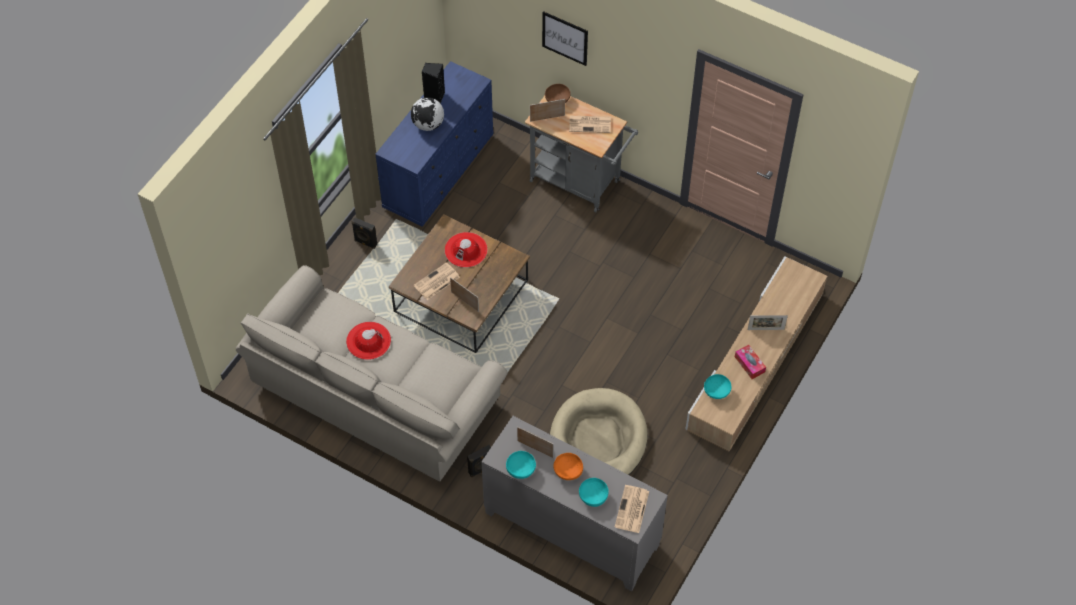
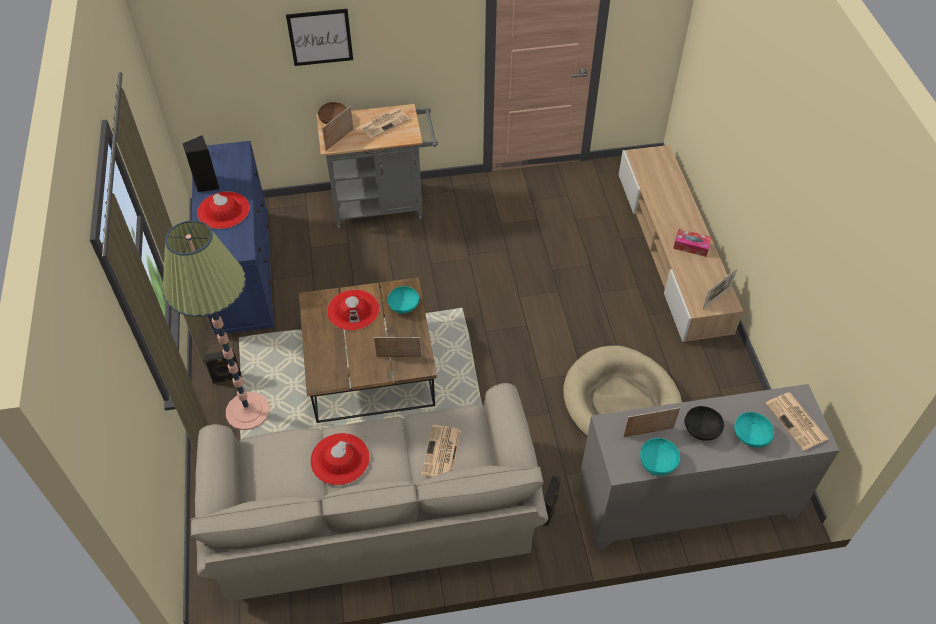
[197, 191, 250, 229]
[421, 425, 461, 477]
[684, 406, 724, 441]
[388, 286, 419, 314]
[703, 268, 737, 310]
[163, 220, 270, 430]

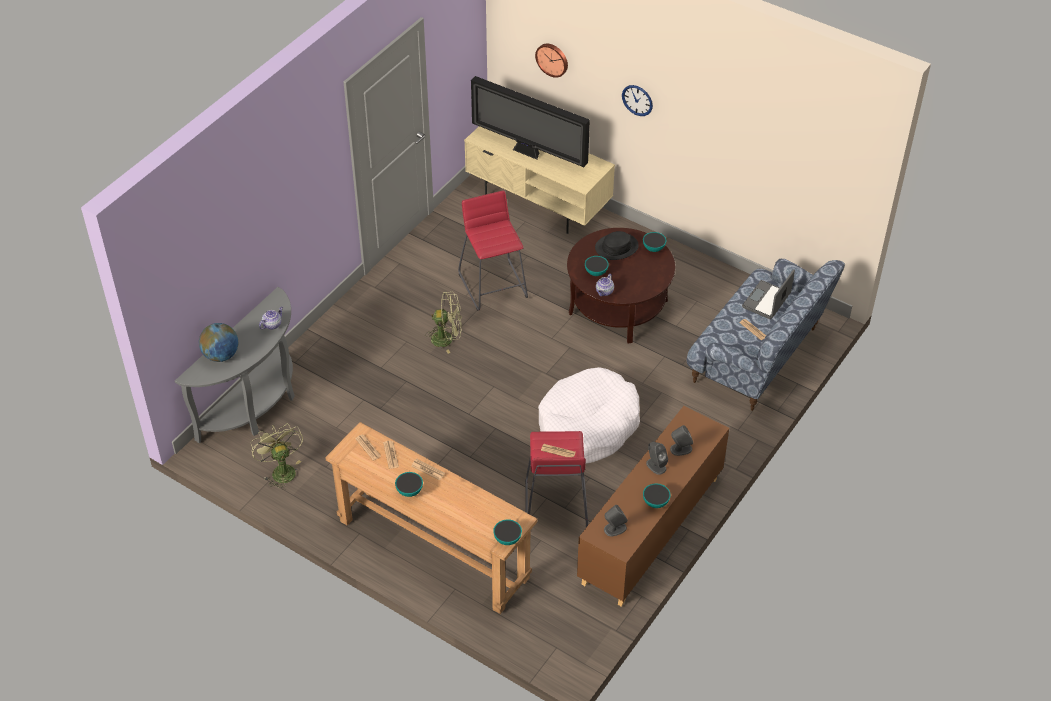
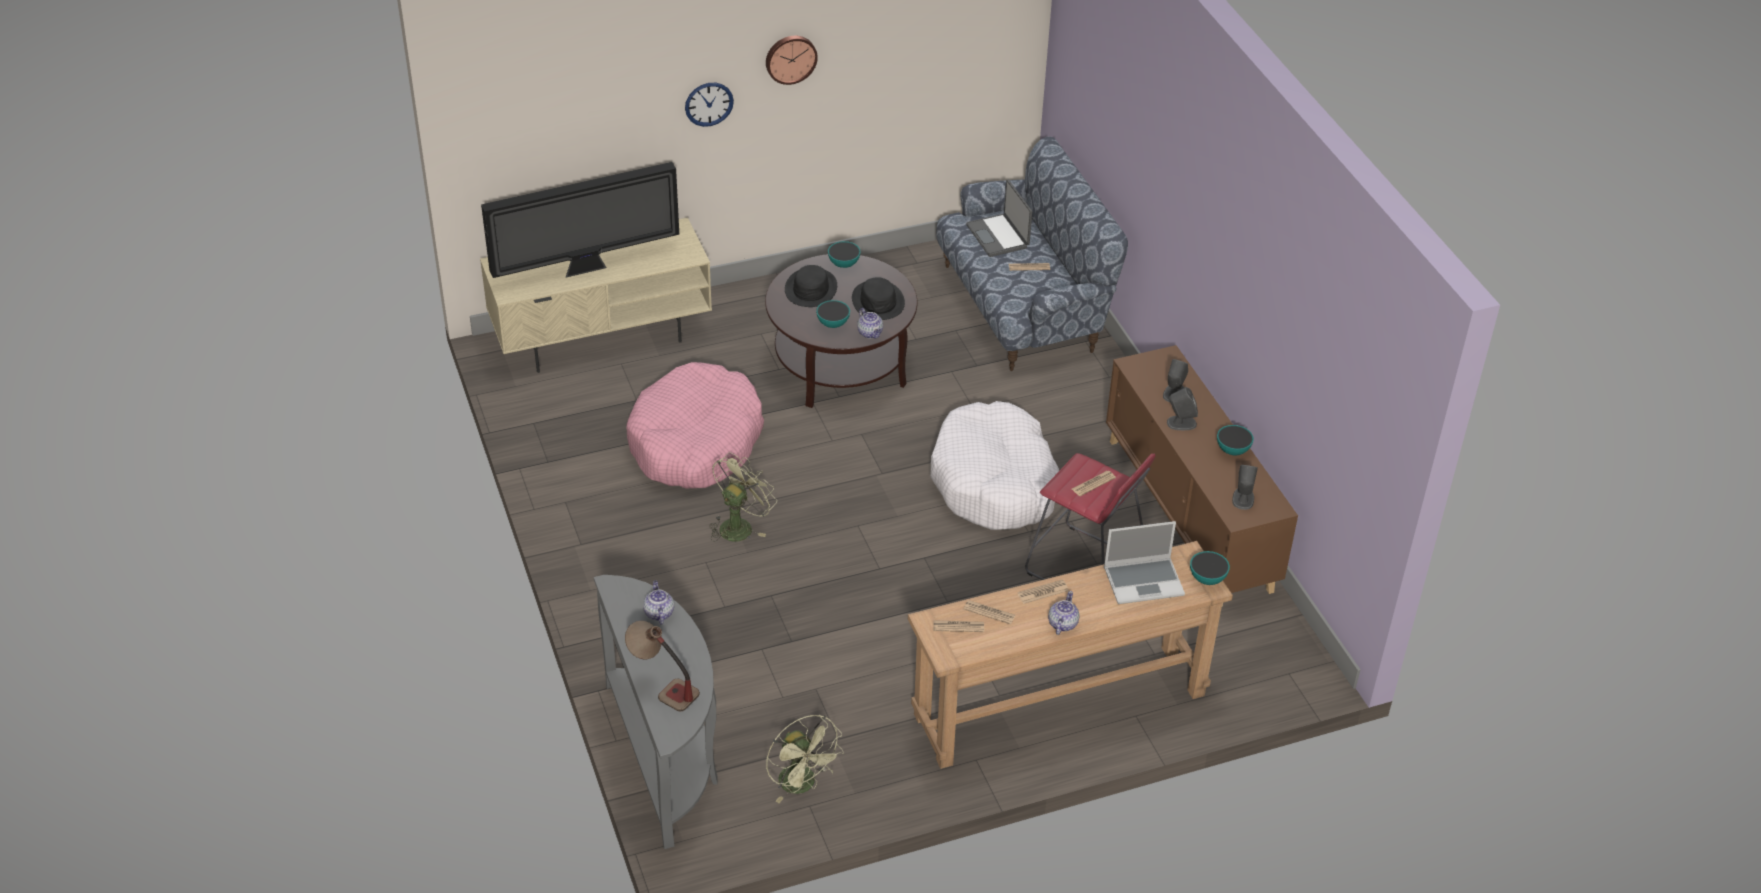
[625, 621, 700, 711]
[766, 715, 844, 803]
[1048, 591, 1080, 635]
[626, 362, 764, 489]
[766, 36, 818, 85]
[852, 277, 905, 320]
[1104, 521, 1185, 604]

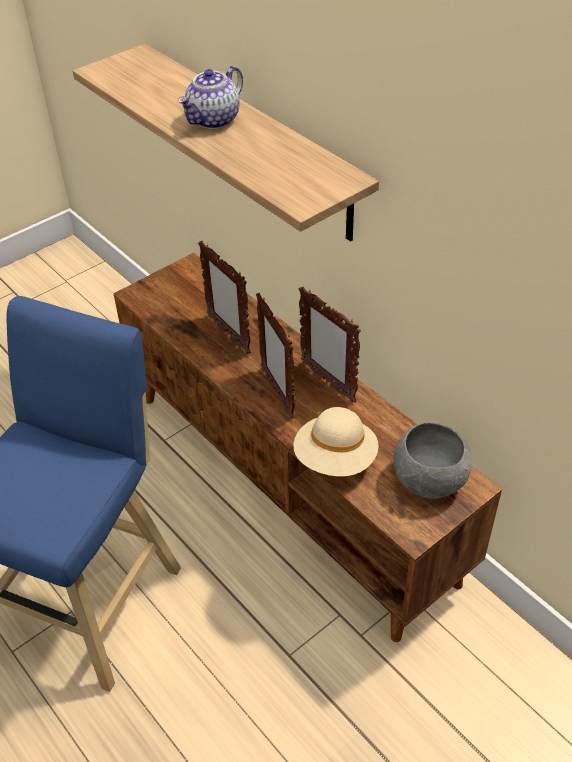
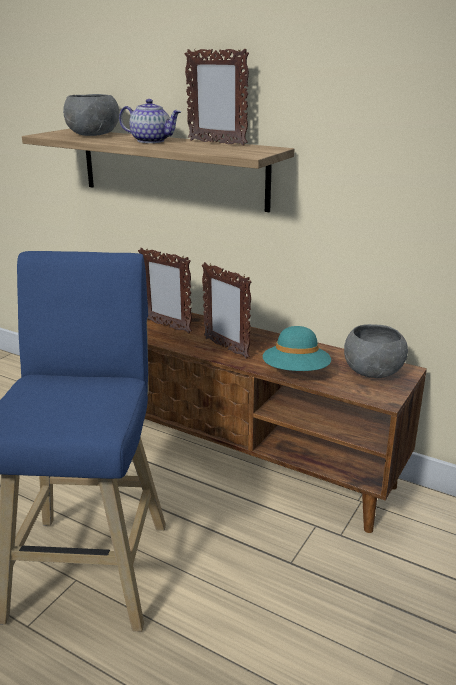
[119, 99, 181, 143]
[263, 326, 331, 371]
[185, 49, 249, 146]
[63, 94, 119, 136]

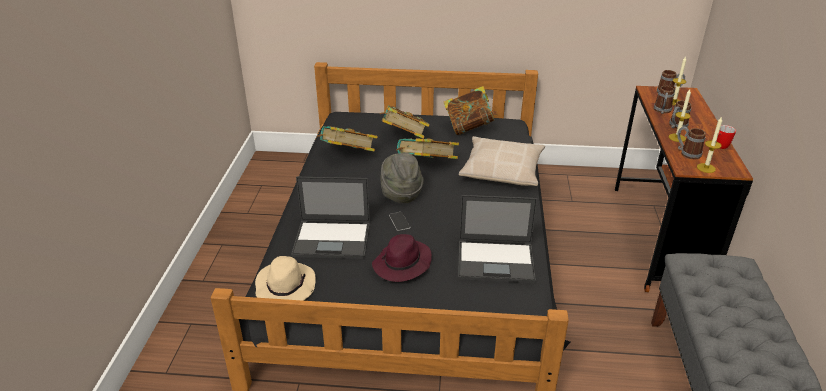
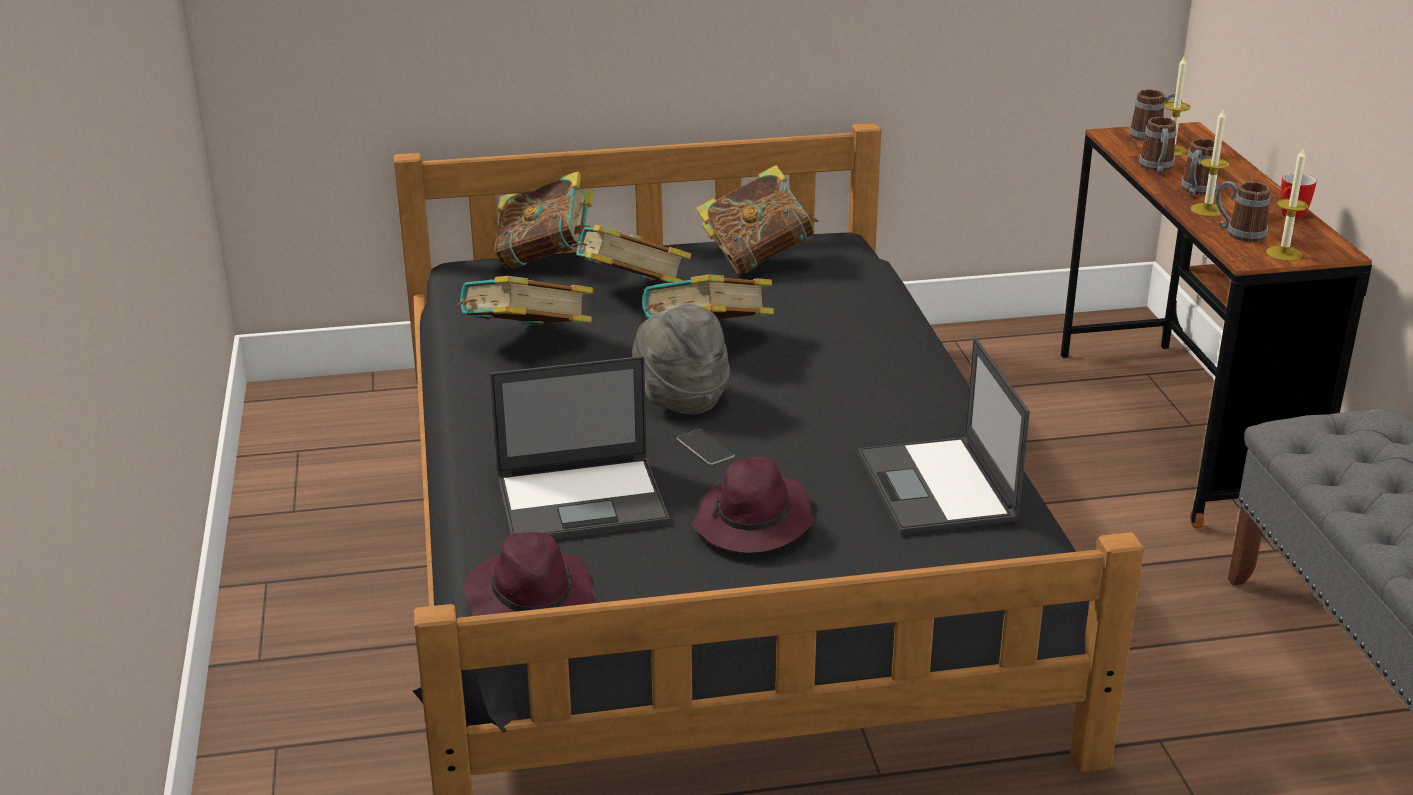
[464, 532, 597, 616]
[858, 338, 1030, 535]
[459, 136, 545, 186] (first image)
[494, 171, 594, 268]

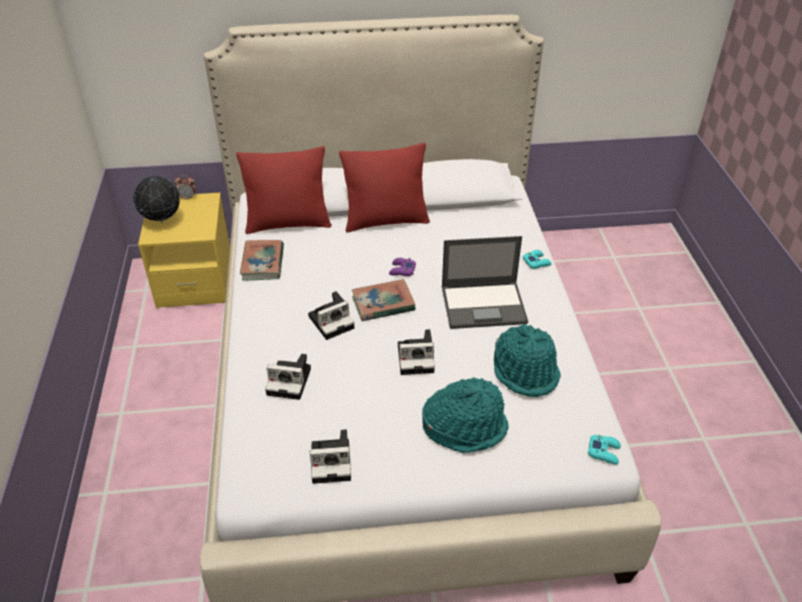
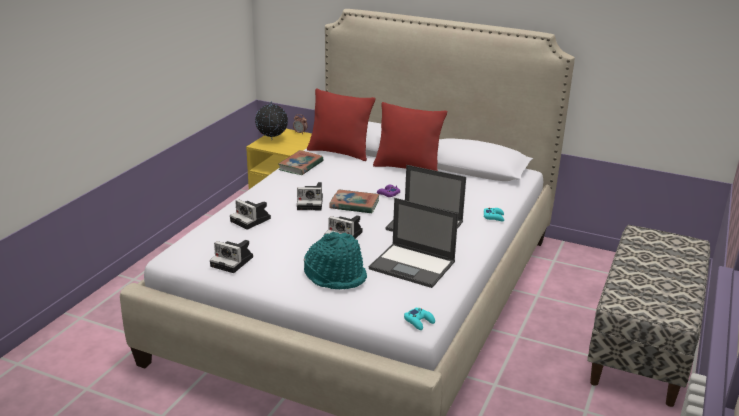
[369, 198, 458, 288]
[587, 225, 710, 407]

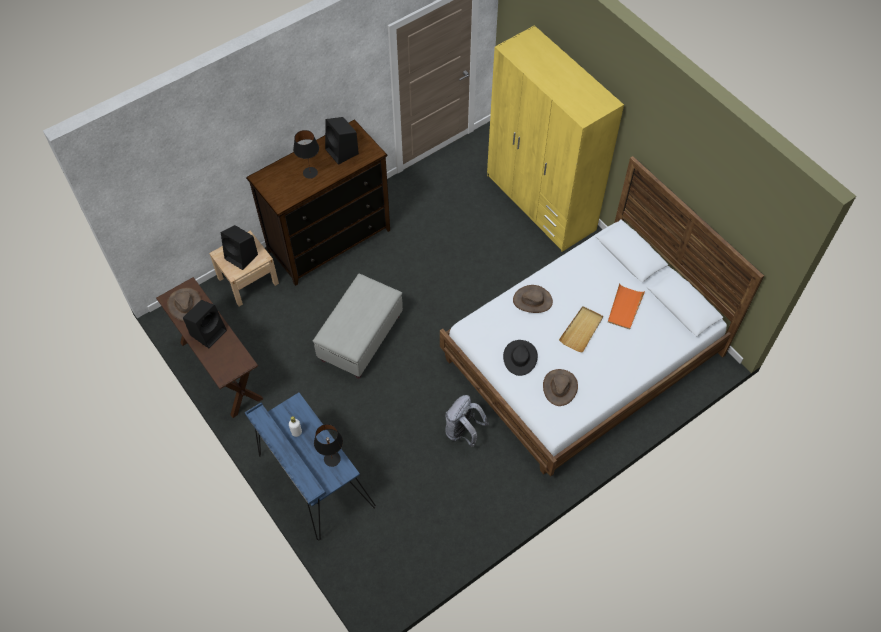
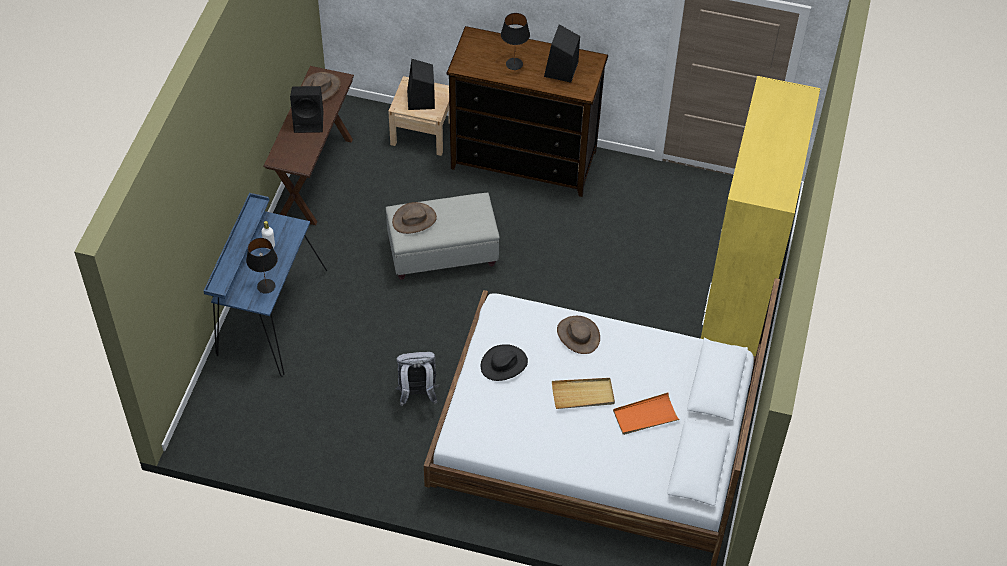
[392, 202, 437, 234]

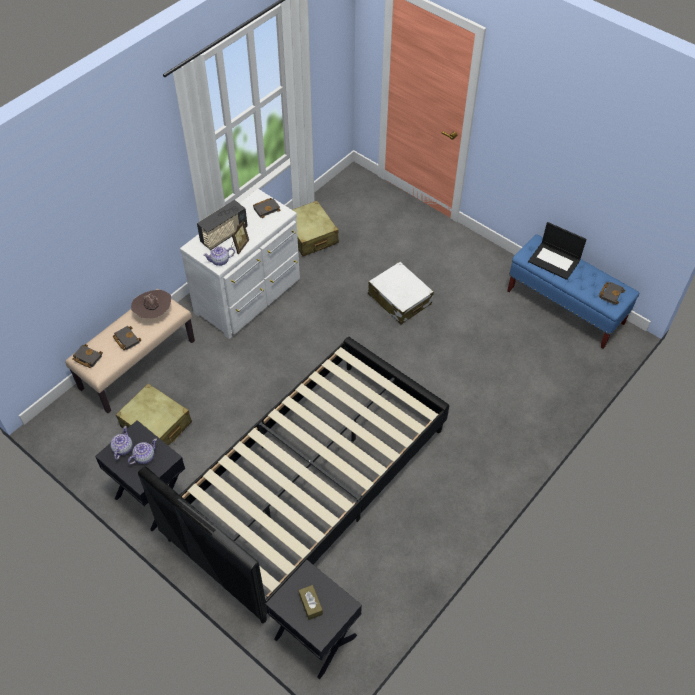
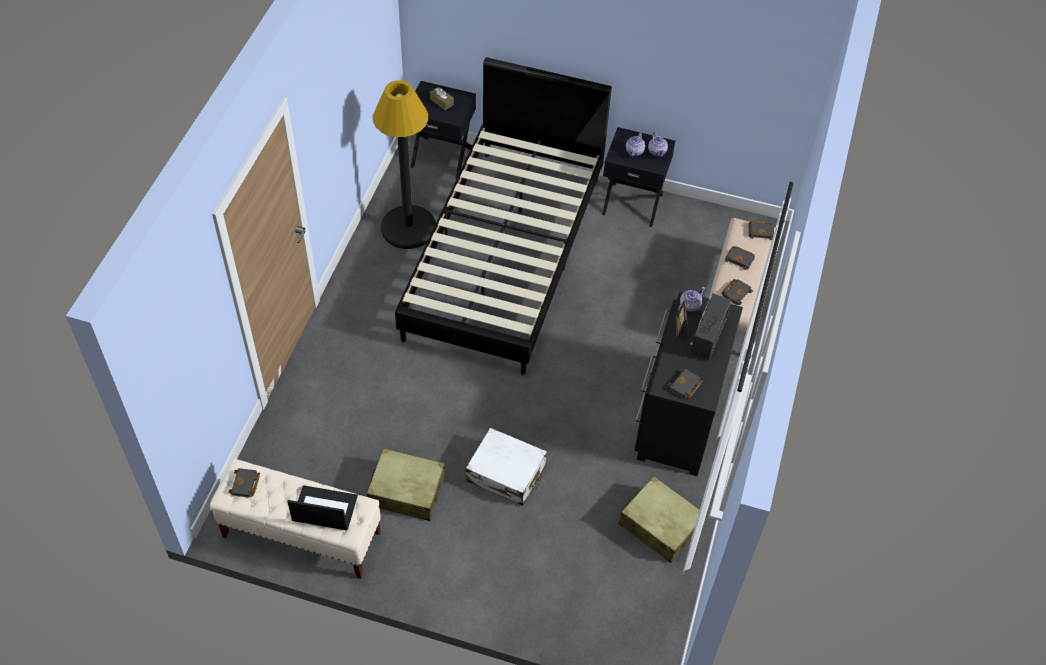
[367, 448, 445, 521]
[721, 279, 753, 305]
[635, 291, 743, 476]
[210, 459, 381, 579]
[373, 80, 436, 249]

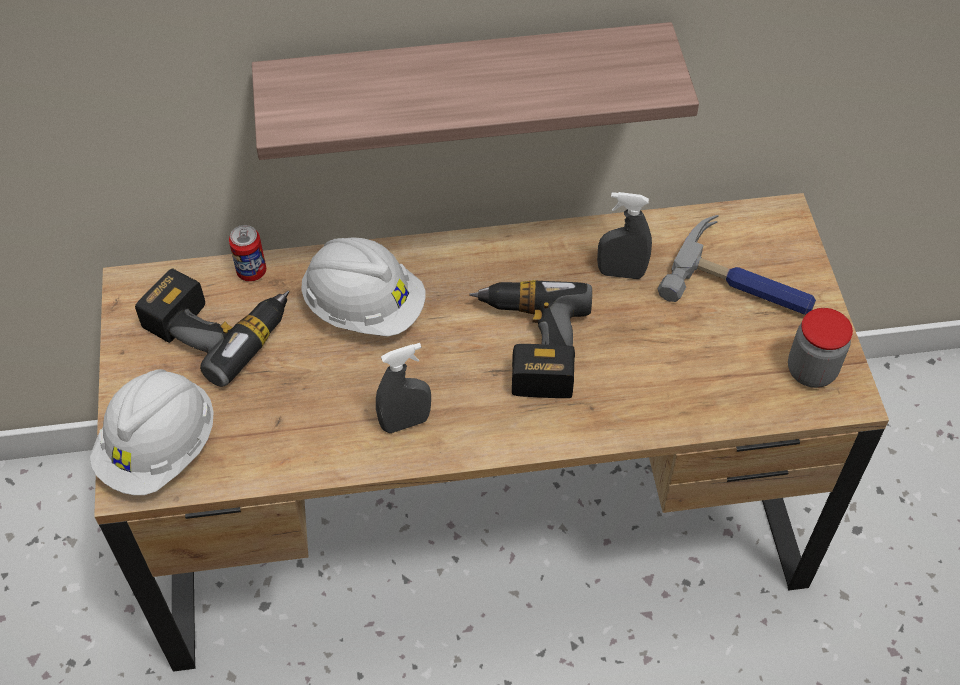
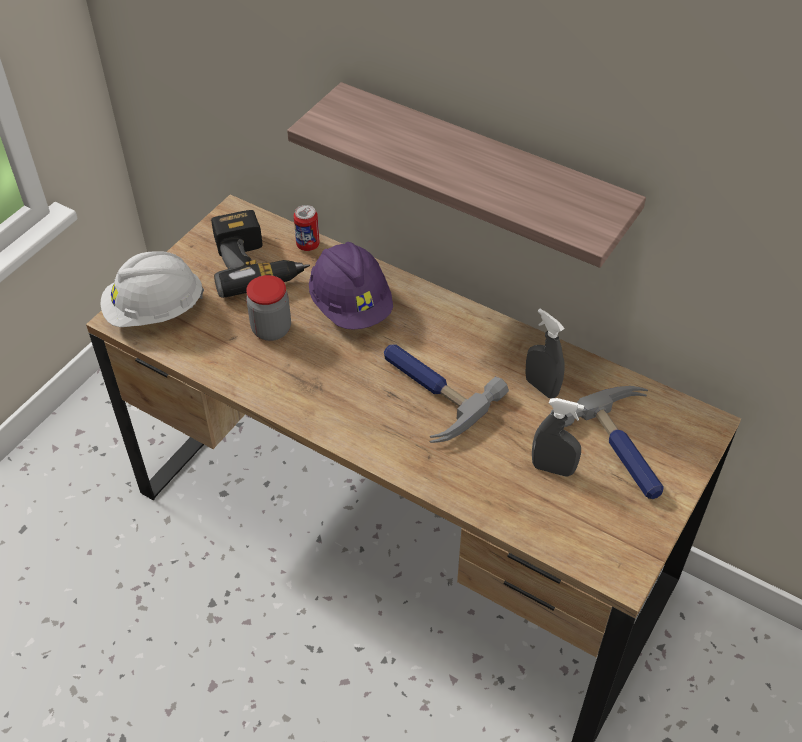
[309, 242, 393, 330]
[532, 398, 584, 477]
[384, 344, 509, 443]
[246, 275, 291, 341]

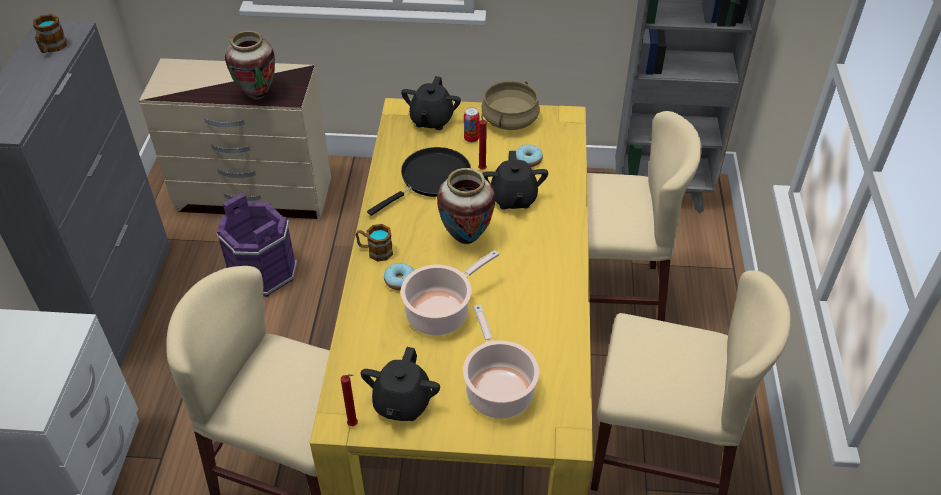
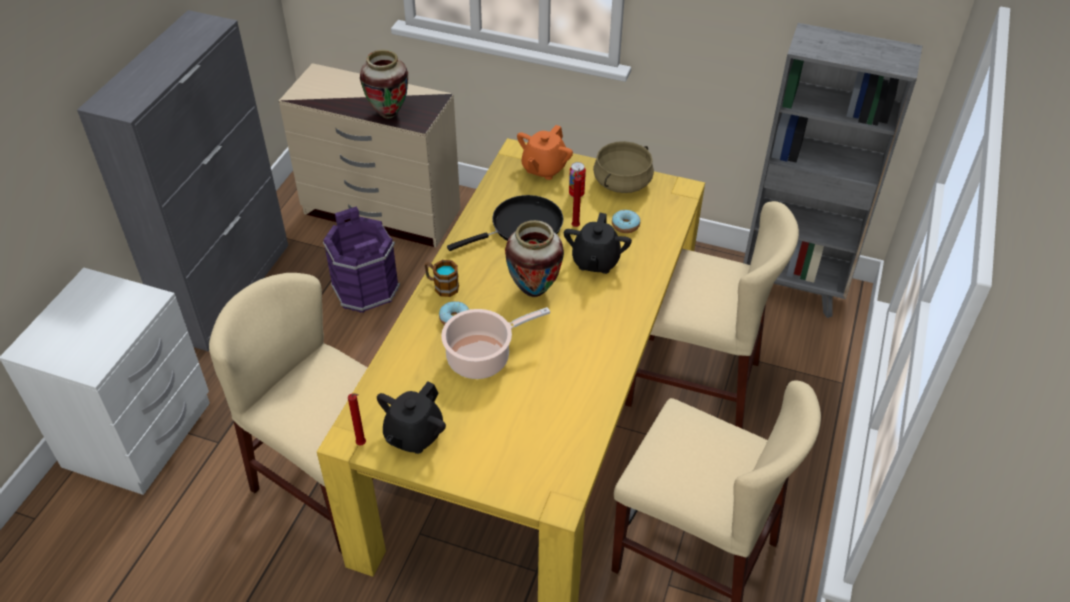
[33, 14, 67, 53] (first image)
[517, 125, 573, 180]
[463, 304, 539, 419] (first image)

